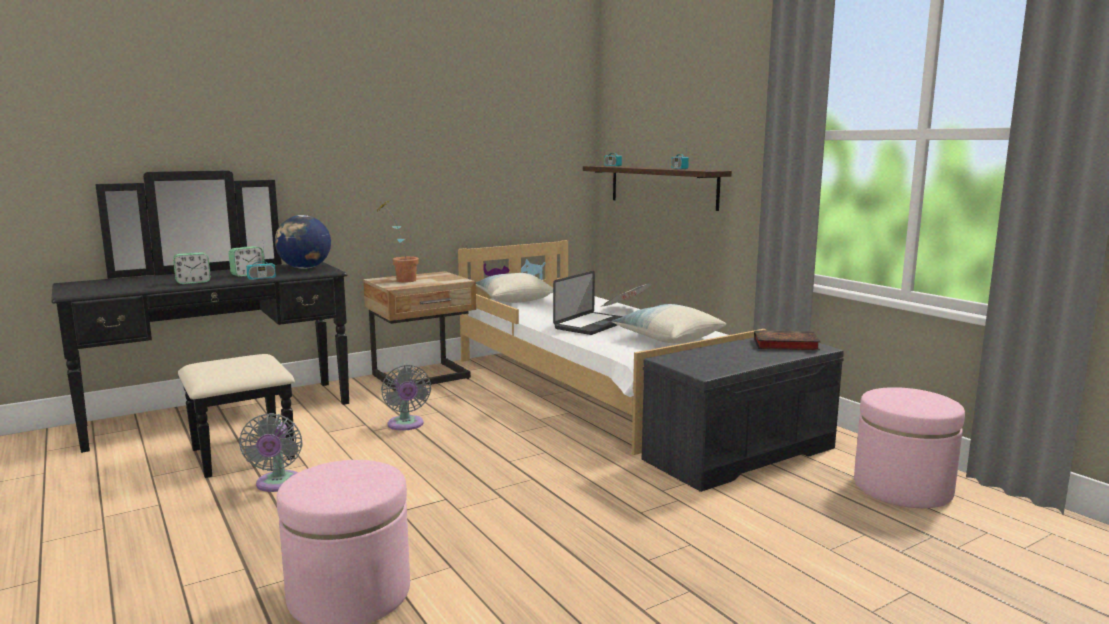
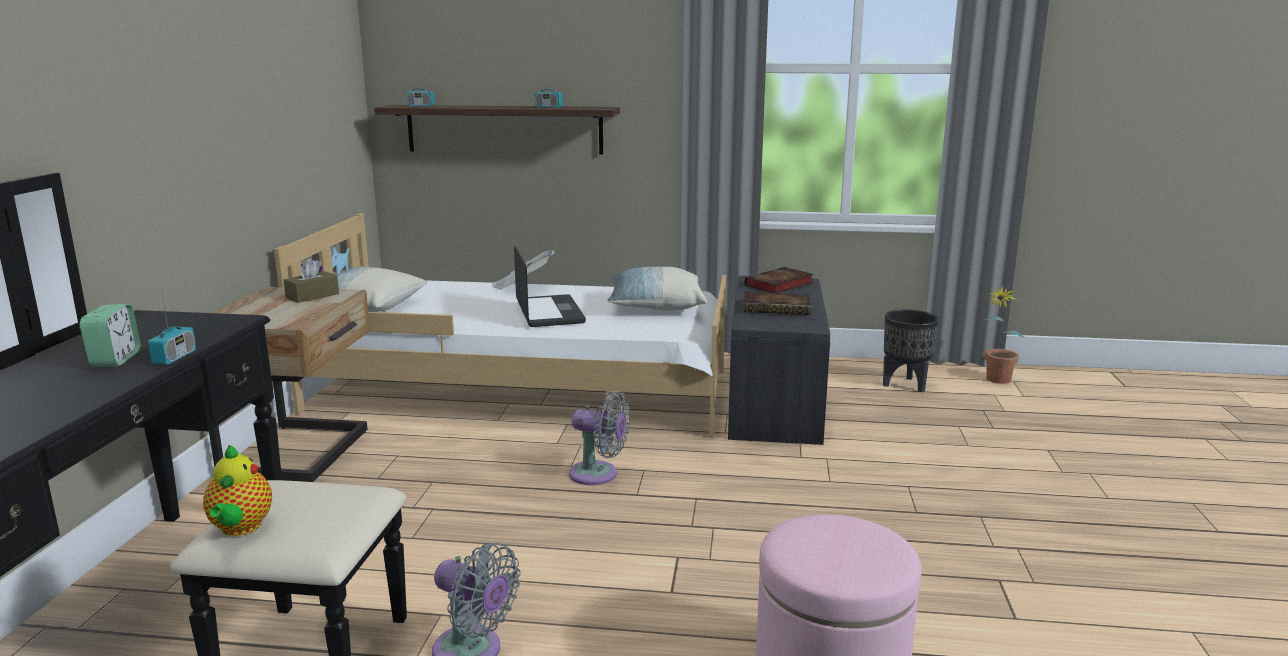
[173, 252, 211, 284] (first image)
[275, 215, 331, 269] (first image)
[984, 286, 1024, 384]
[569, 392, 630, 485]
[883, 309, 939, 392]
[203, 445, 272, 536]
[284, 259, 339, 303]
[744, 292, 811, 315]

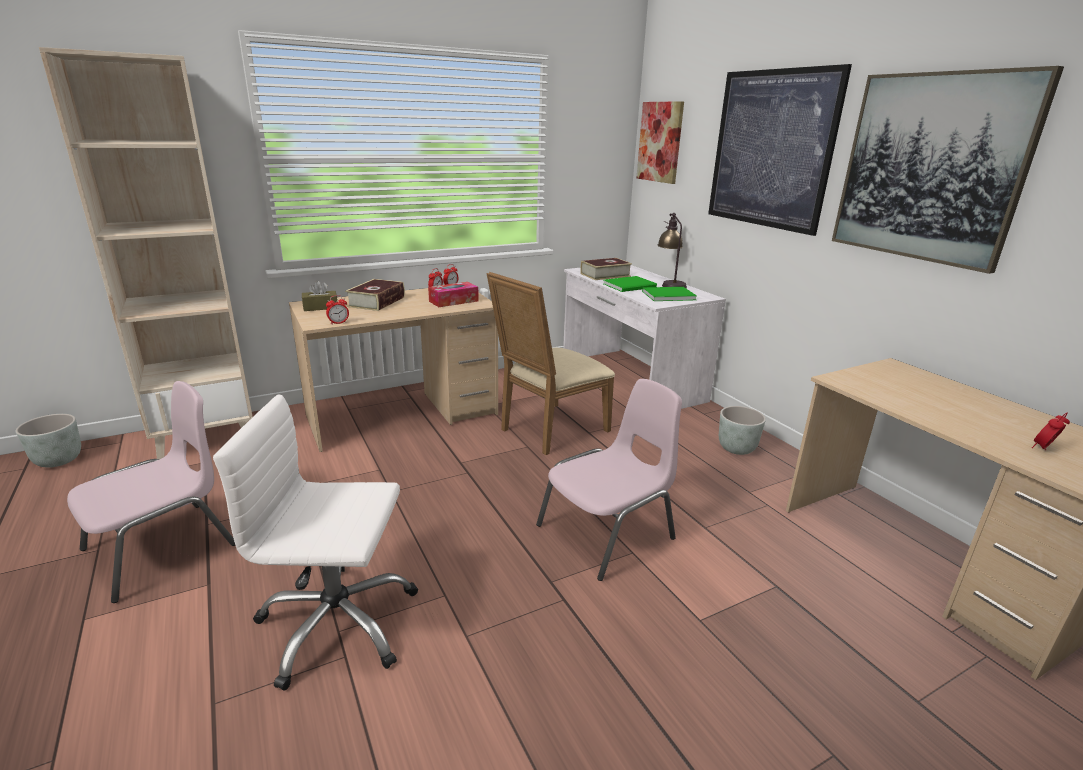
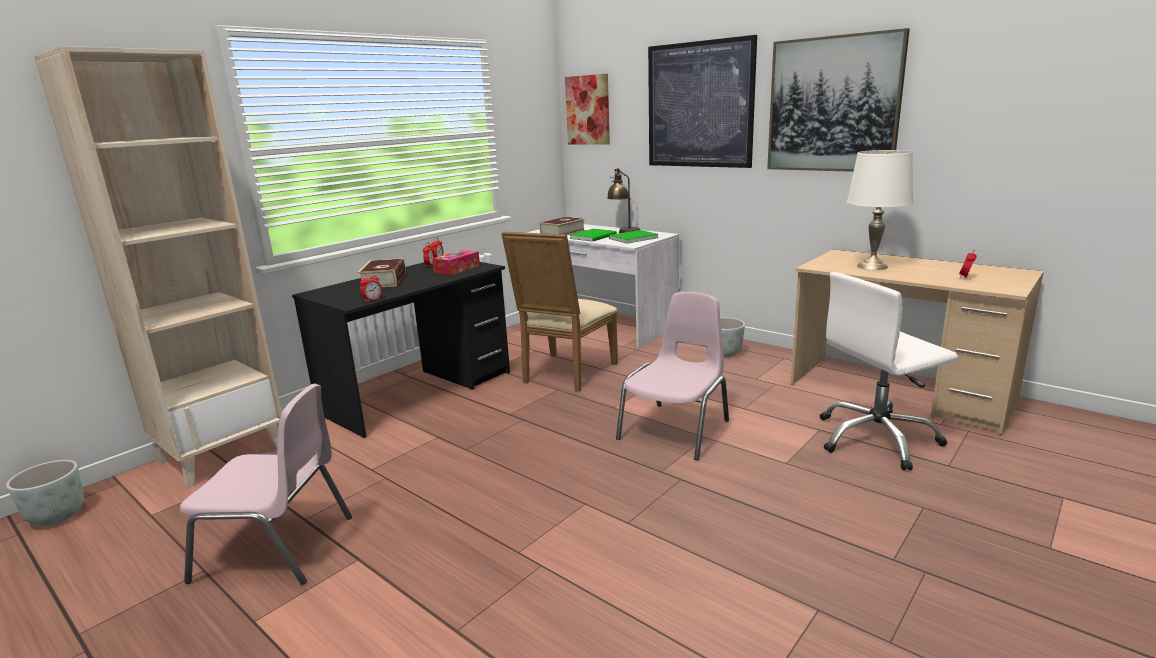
[180, 384, 352, 585]
[820, 272, 958, 471]
[292, 262, 510, 438]
[302, 281, 338, 311] (first image)
[847, 150, 913, 270]

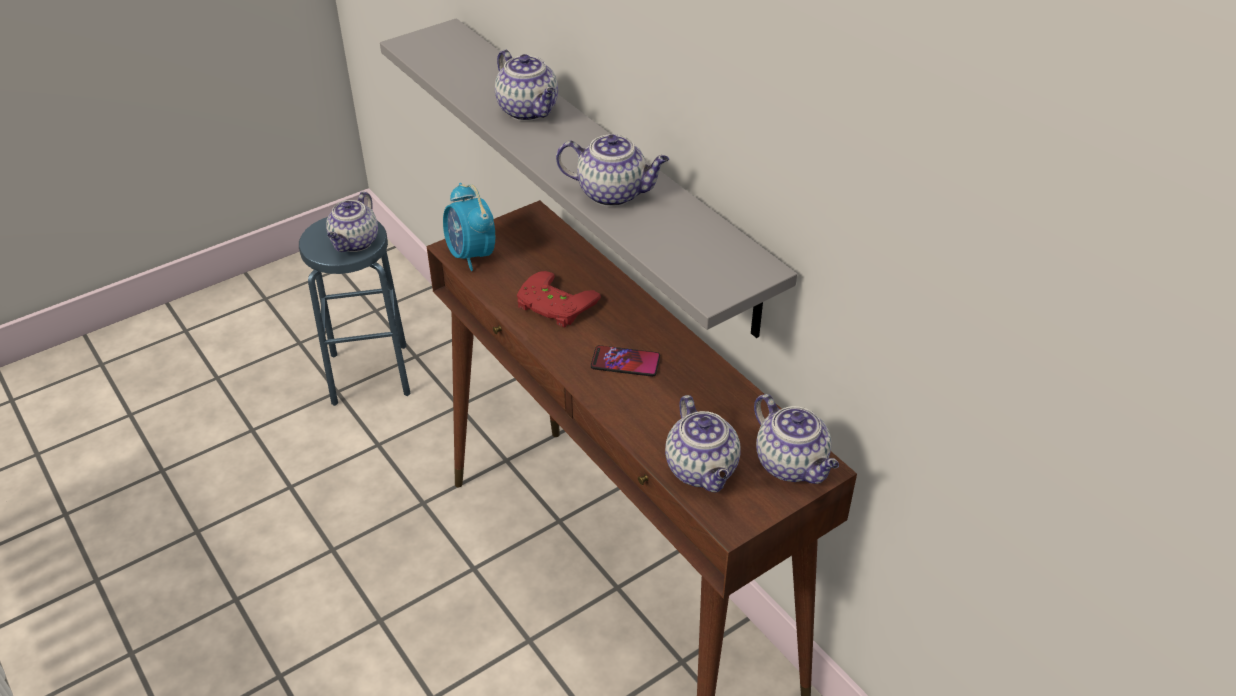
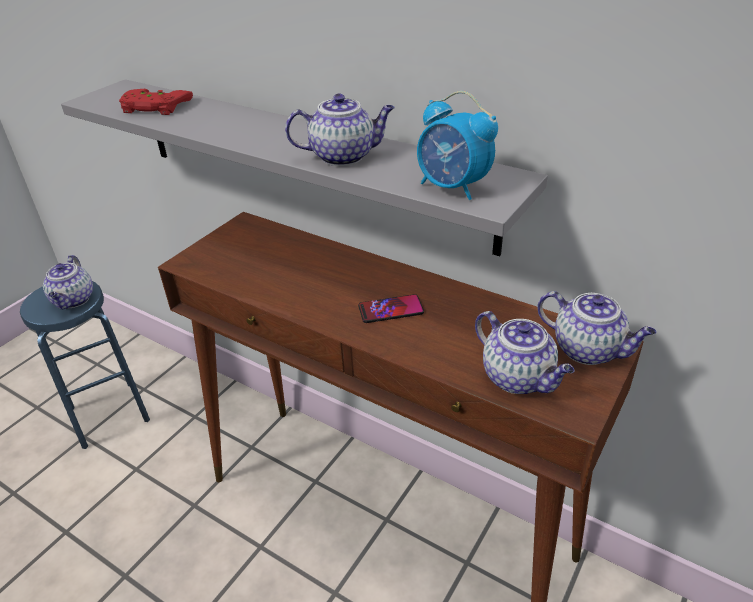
[417, 91, 498, 200]
[495, 49, 558, 121] (first image)
[119, 89, 193, 115]

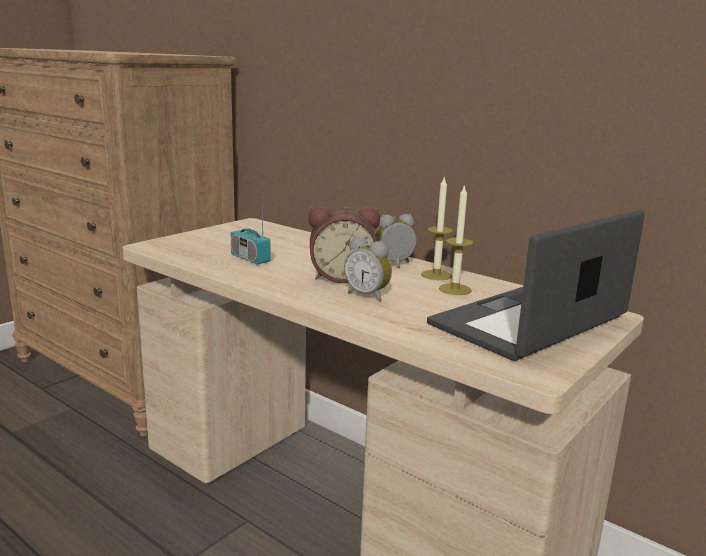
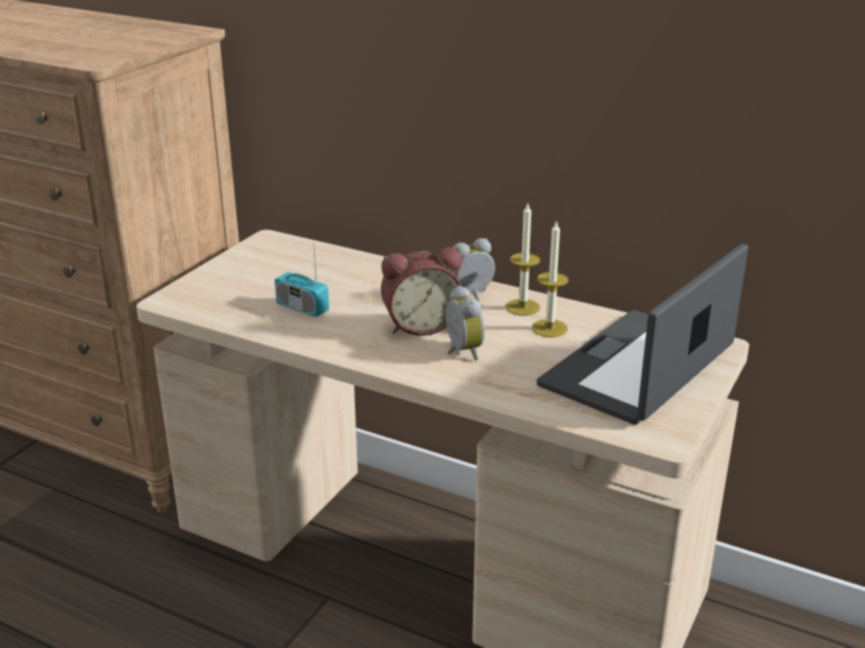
[446, 285, 485, 360]

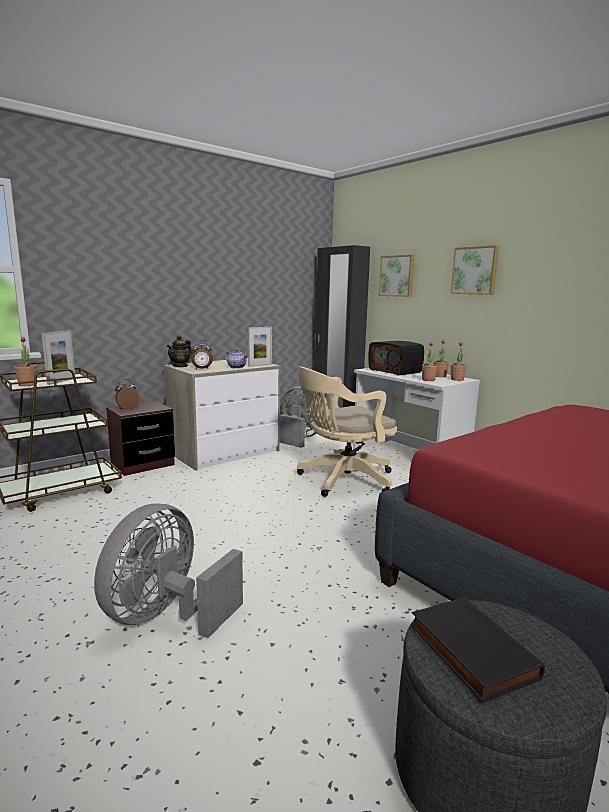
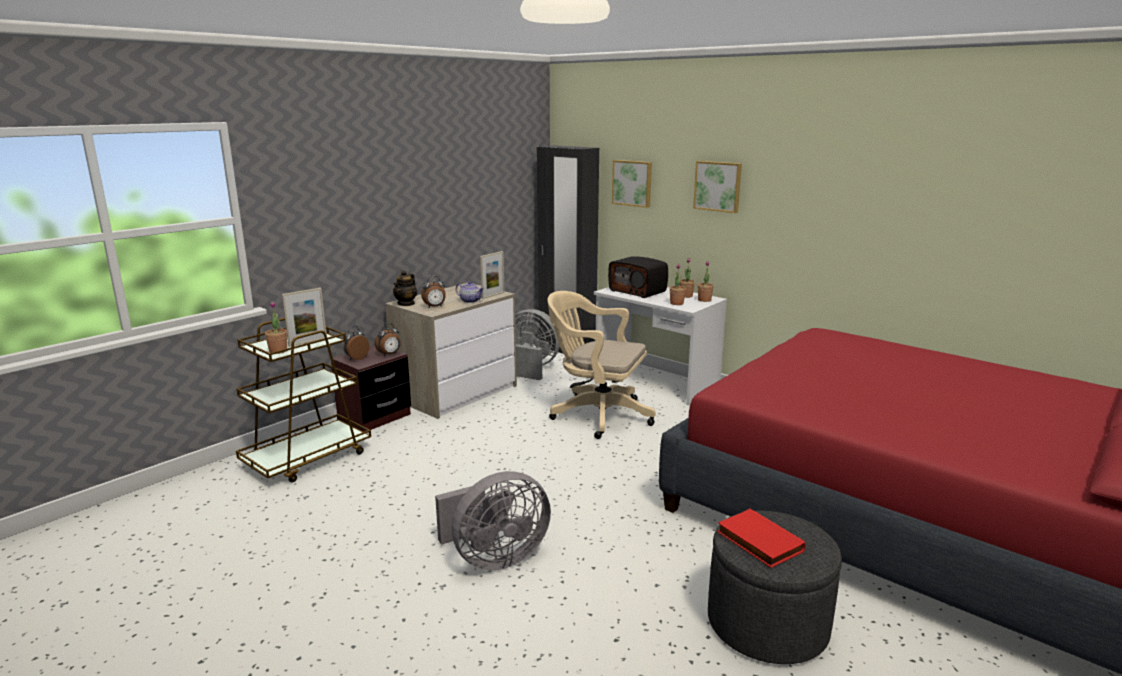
[282, 288, 326, 347]
[435, 471, 551, 570]
[548, 291, 655, 439]
[717, 509, 806, 568]
[375, 323, 400, 356]

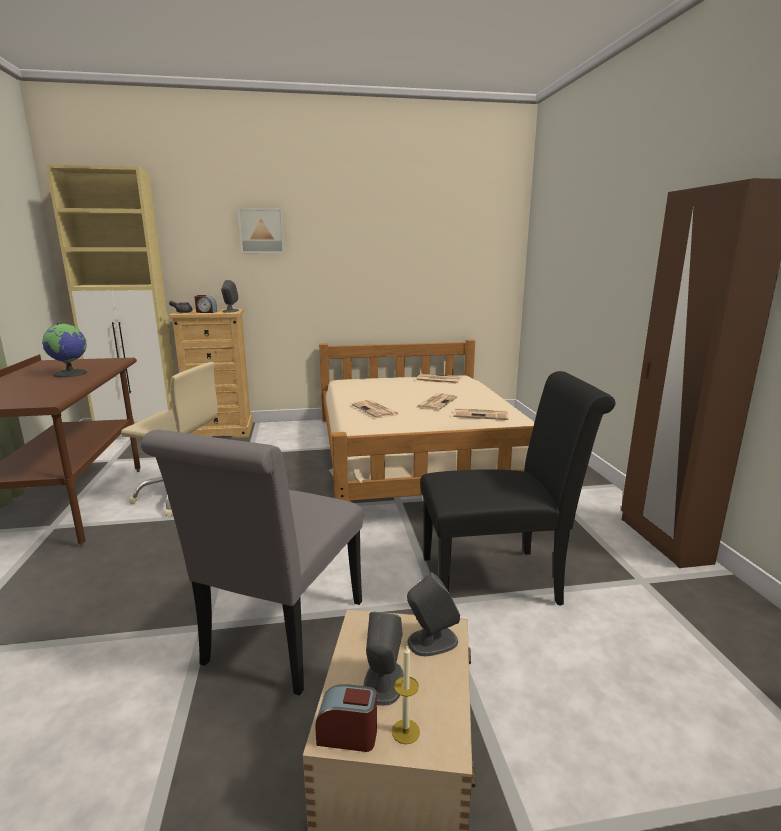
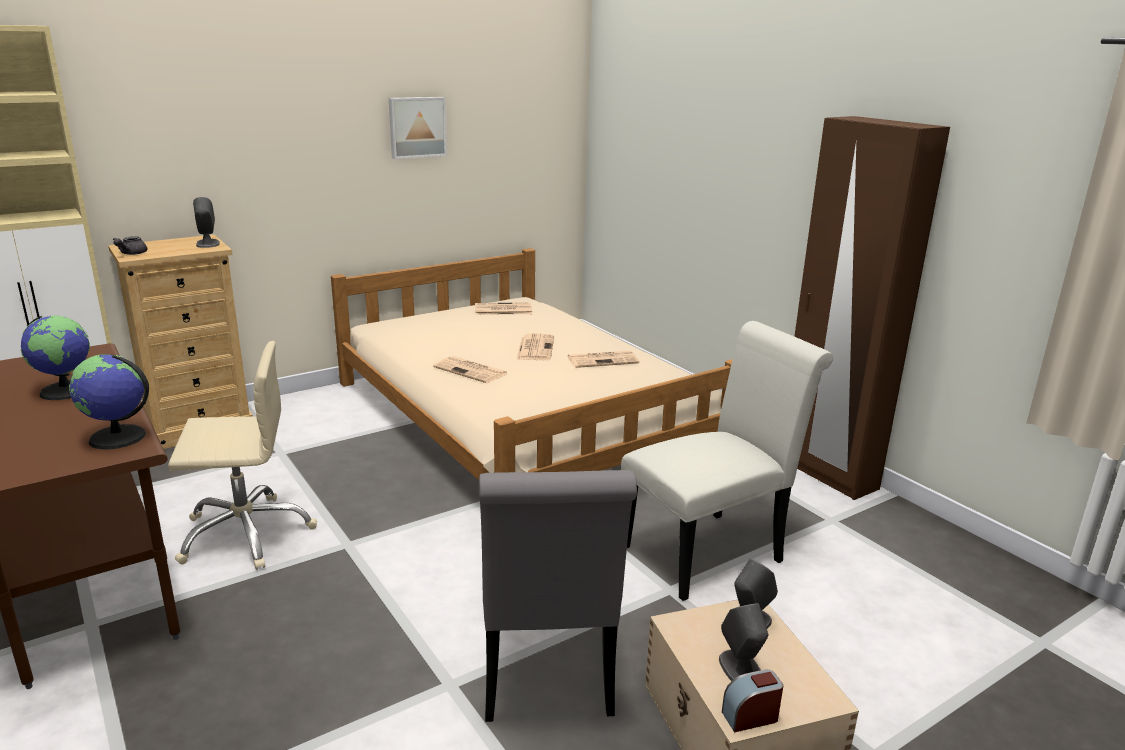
[195, 295, 217, 313] (first image)
[389, 97, 447, 159]
[392, 646, 420, 744] (first image)
[621, 321, 833, 601]
[69, 354, 149, 450]

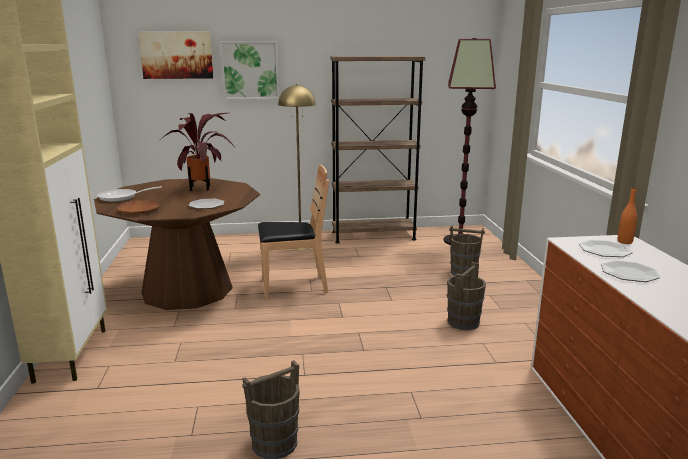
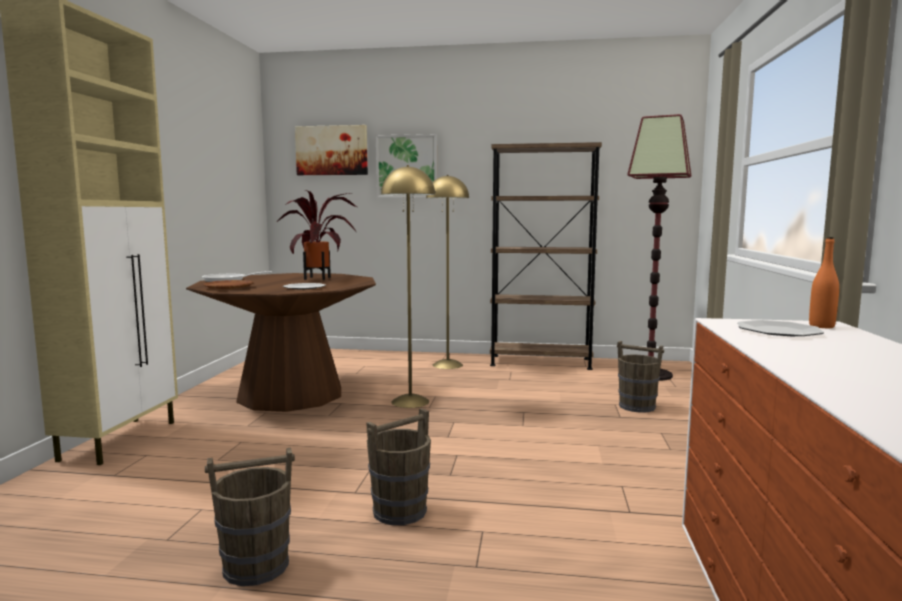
[381, 165, 435, 408]
[366, 408, 431, 525]
[601, 260, 660, 282] (first image)

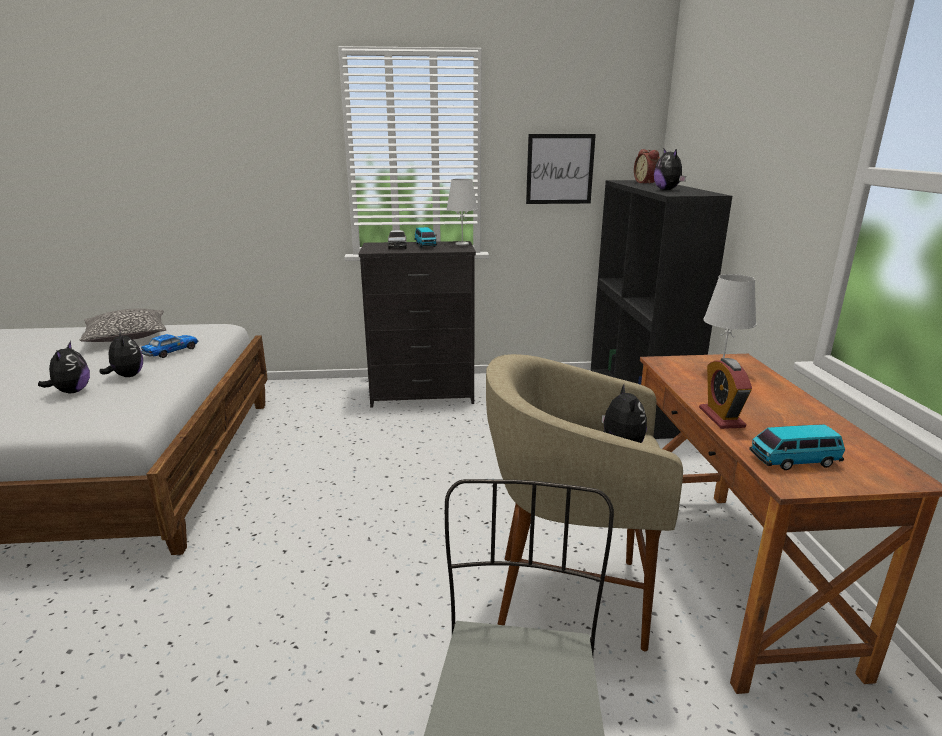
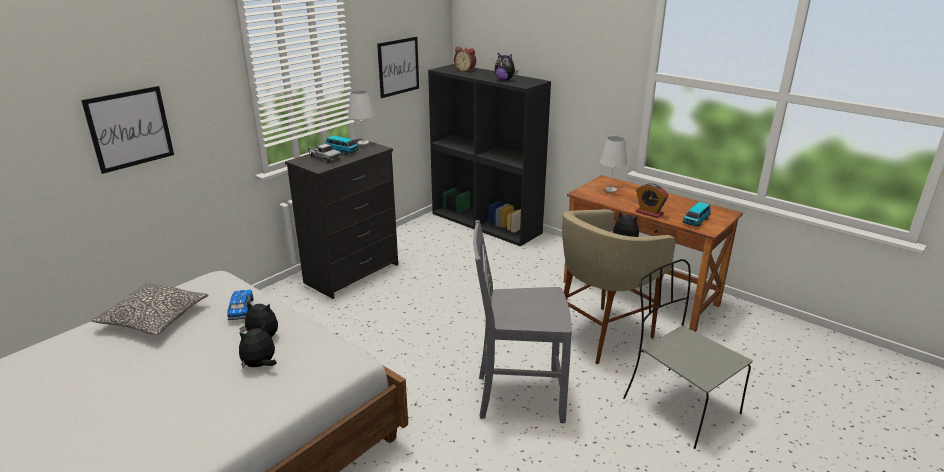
[239, 323, 277, 368]
[81, 86, 174, 174]
[473, 220, 572, 423]

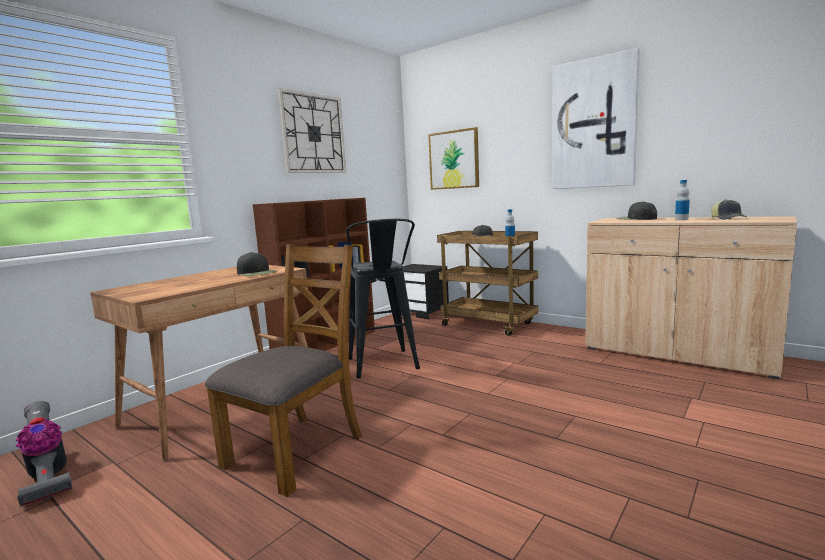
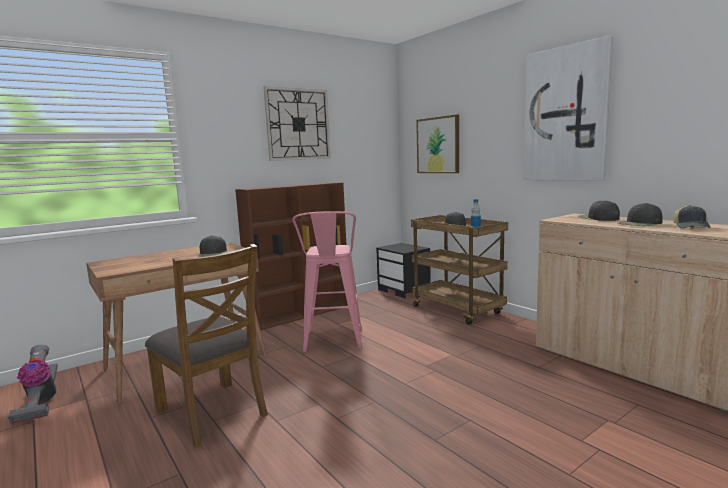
[145, 244, 268, 448]
[292, 211, 363, 352]
[618, 203, 663, 226]

